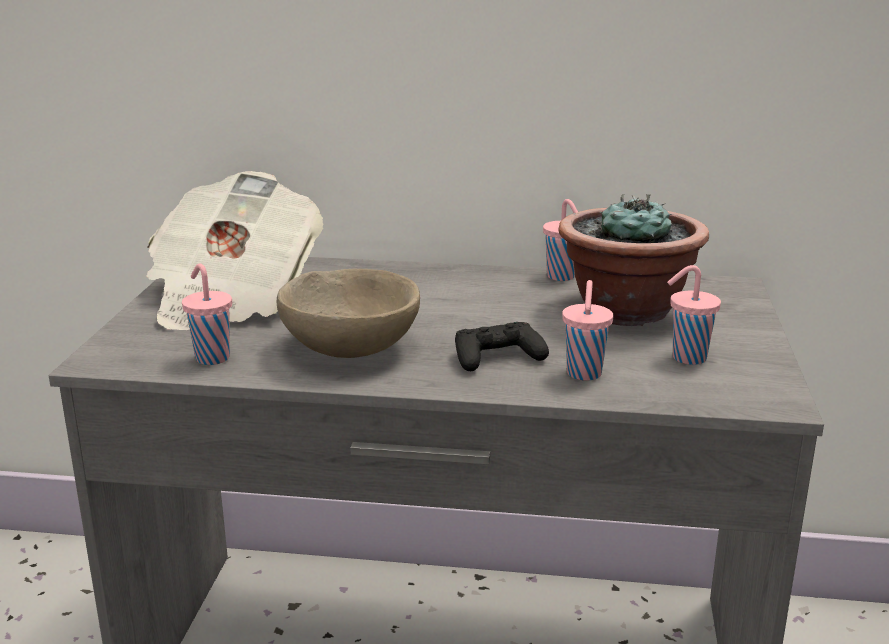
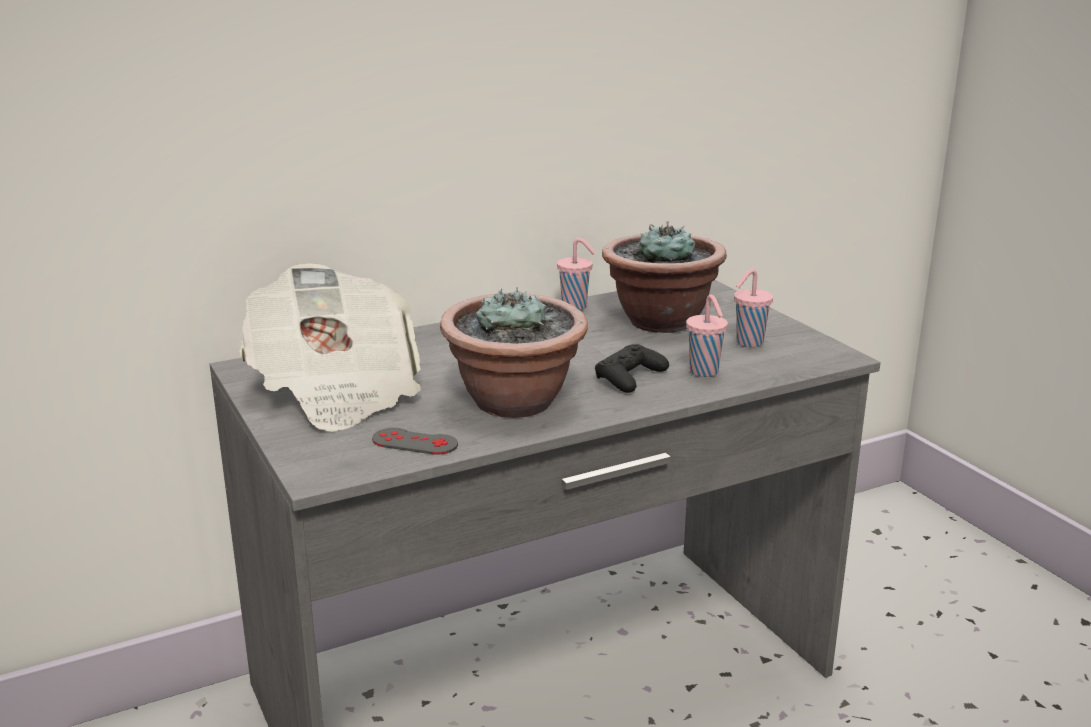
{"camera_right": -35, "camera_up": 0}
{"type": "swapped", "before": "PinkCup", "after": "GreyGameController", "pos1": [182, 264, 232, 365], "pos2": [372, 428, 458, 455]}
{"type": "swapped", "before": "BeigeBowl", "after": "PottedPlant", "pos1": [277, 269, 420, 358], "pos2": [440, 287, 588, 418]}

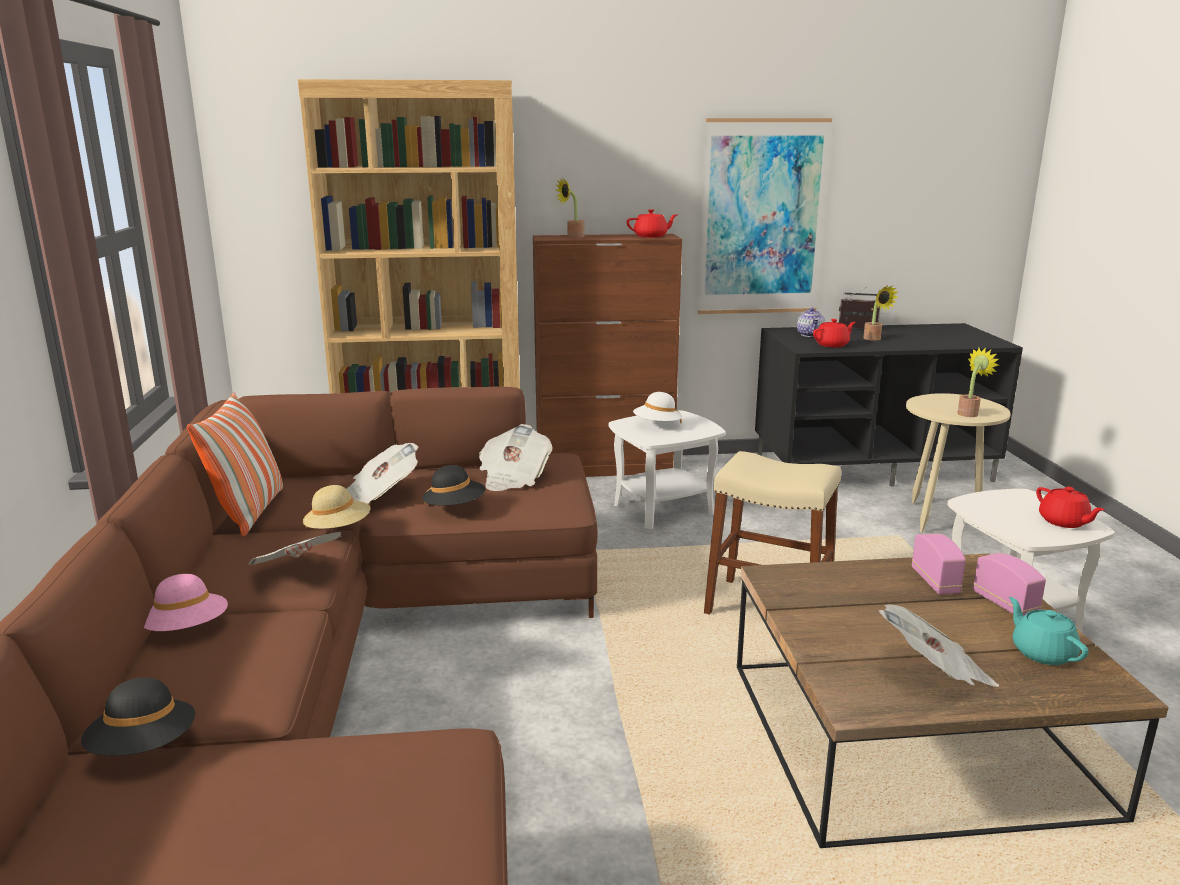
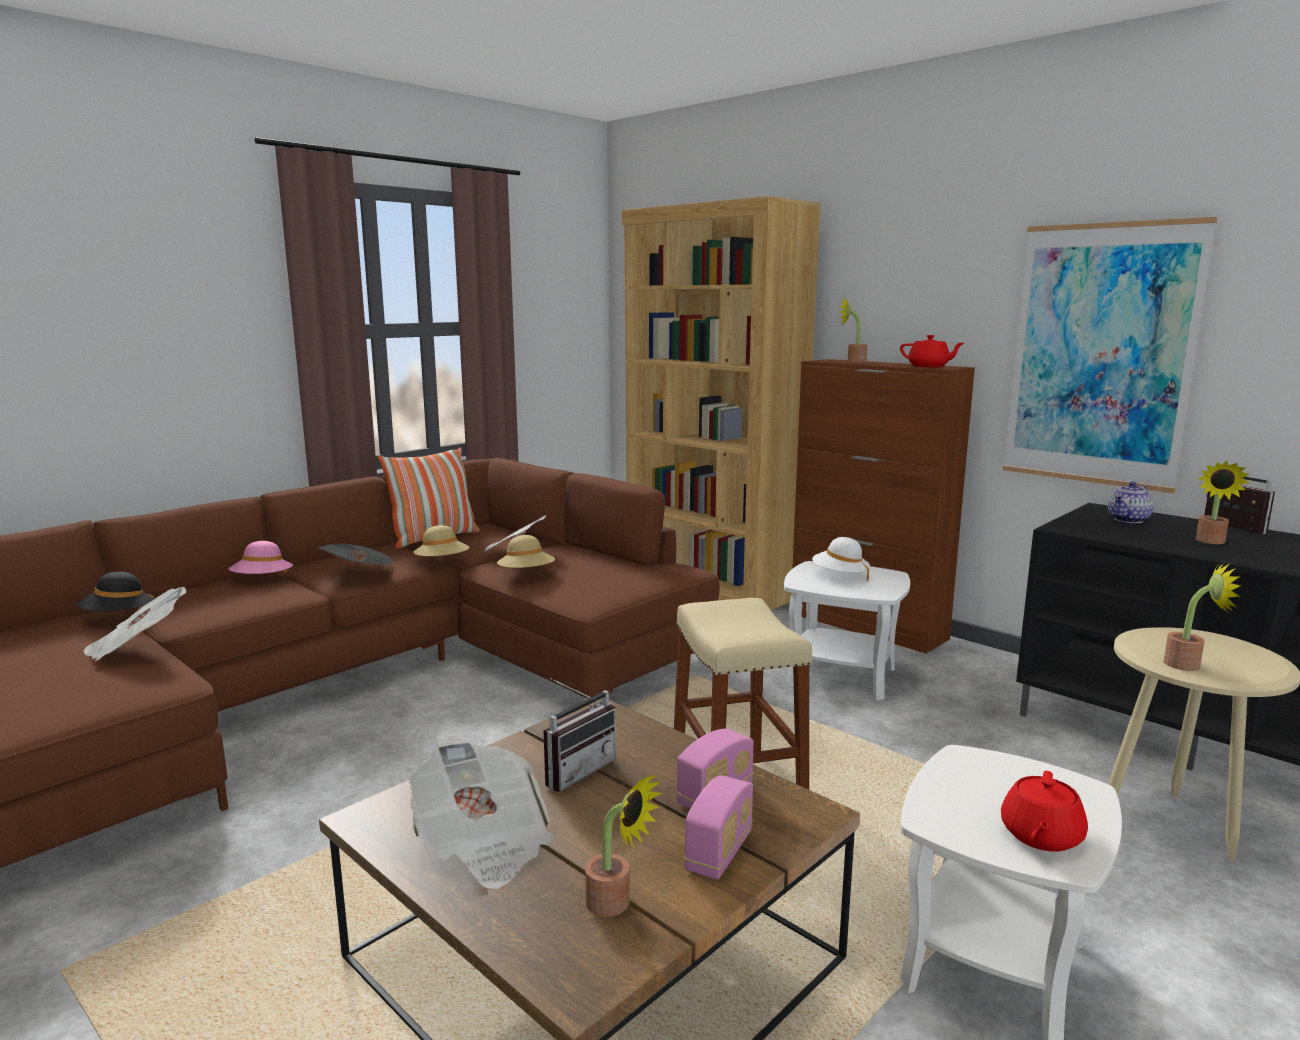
{"camera_right": 50, "camera_up": -5}
{"type": "shifted", "before": "Newspaper", "pos1": [478, 424, 552, 491], "pos2": [83, 587, 186, 661]}
{"type": "repainted", "before": "BlackHat", "after": "BeigeHat", "pos1": [422, 465, 485, 506], "pos2": [497, 535, 555, 568]}
{"type": "new", "after": "Radio", "pos2": [544, 678, 616, 792]}
{"type": "swapped", "before": "TurquoiseTeapot", "after": "PottedPlant", "pos1": [1009, 597, 1088, 665], "pos2": [585, 775, 662, 917]}
{"type": "gone", "before": "RedTeapot", "pos1": [813, 319, 855, 347]}

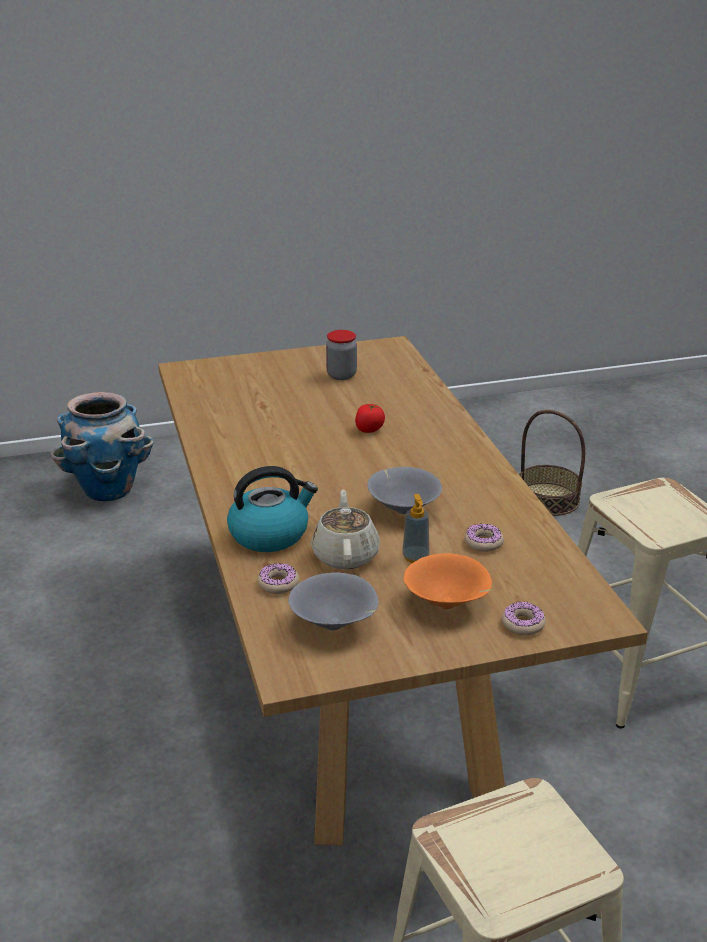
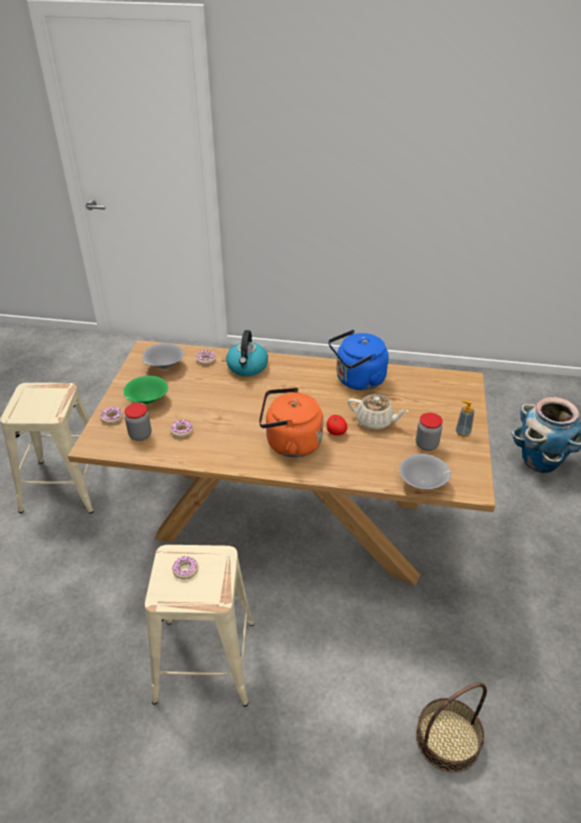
{"camera_right": 115, "camera_up": 10}
{"type": "repainted", "before": "OrangeBowl", "after": "GreenBowl", "pos1": [404, 553, 492, 609], "pos2": [124, 376, 168, 404]}
{"type": "new", "after": "Jar", "pos2": [124, 403, 152, 441]}
{"type": "new", "after": "Donut", "pos2": [172, 556, 199, 580]}
{"type": "new", "after": "OrangeKettle", "pos2": [259, 387, 323, 457]}
{"type": "new", "after": "BlueKettle", "pos2": [328, 330, 388, 390]}
{"type": "shifted", "before": "BeigeTeapot", "pos1": [311, 490, 380, 569], "pos2": [348, 394, 408, 430]}
{"type": "shifted", "before": "GreyBowl", "pos1": [367, 467, 442, 514], "pos2": [399, 454, 451, 489]}
{"type": "shifted", "before": "SoapDispenser", "pos1": [402, 494, 429, 563], "pos2": [456, 400, 475, 437]}

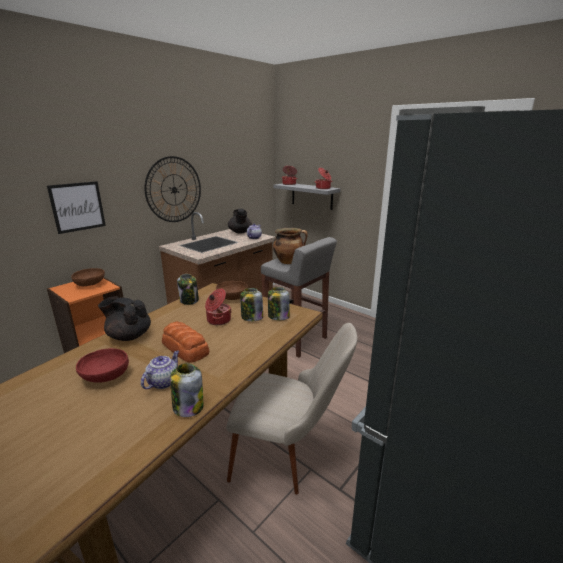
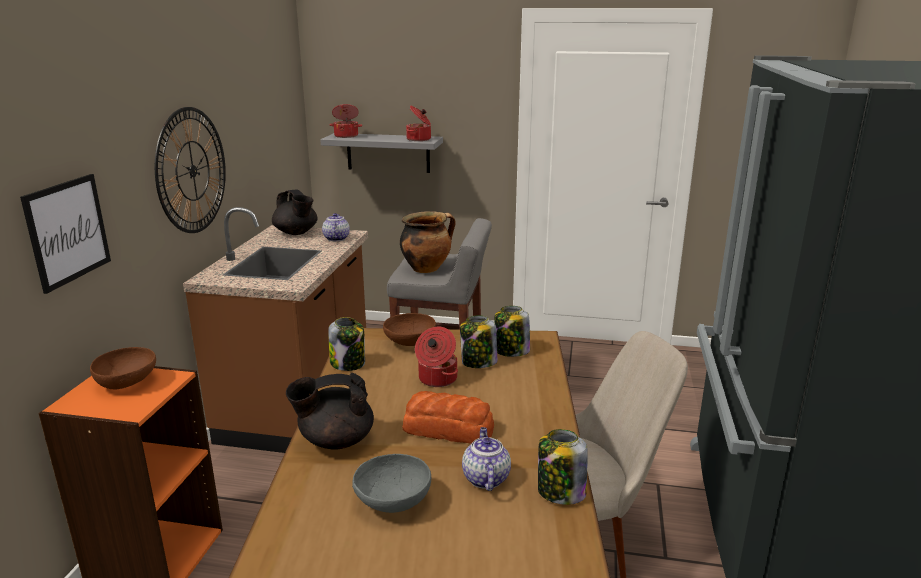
{"camera_right": -30, "camera_up": 0}
{"type": "repainted", "before": "RedBowl", "after": "GreyBowl", "pos1": [76, 348, 129, 383], "pos2": [352, 454, 431, 513]}

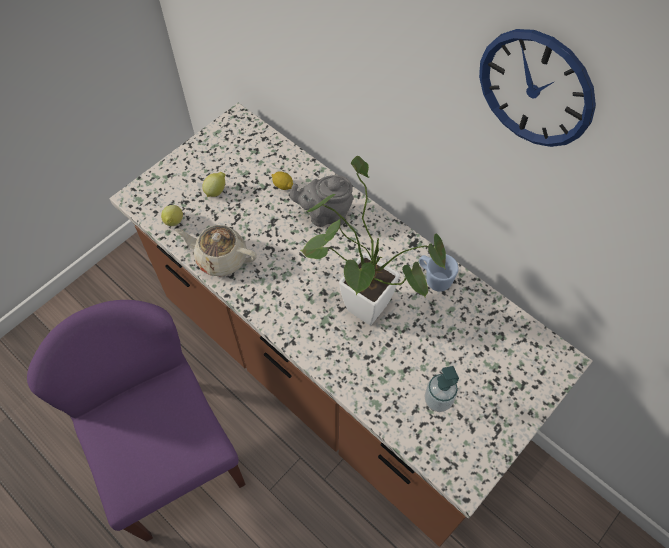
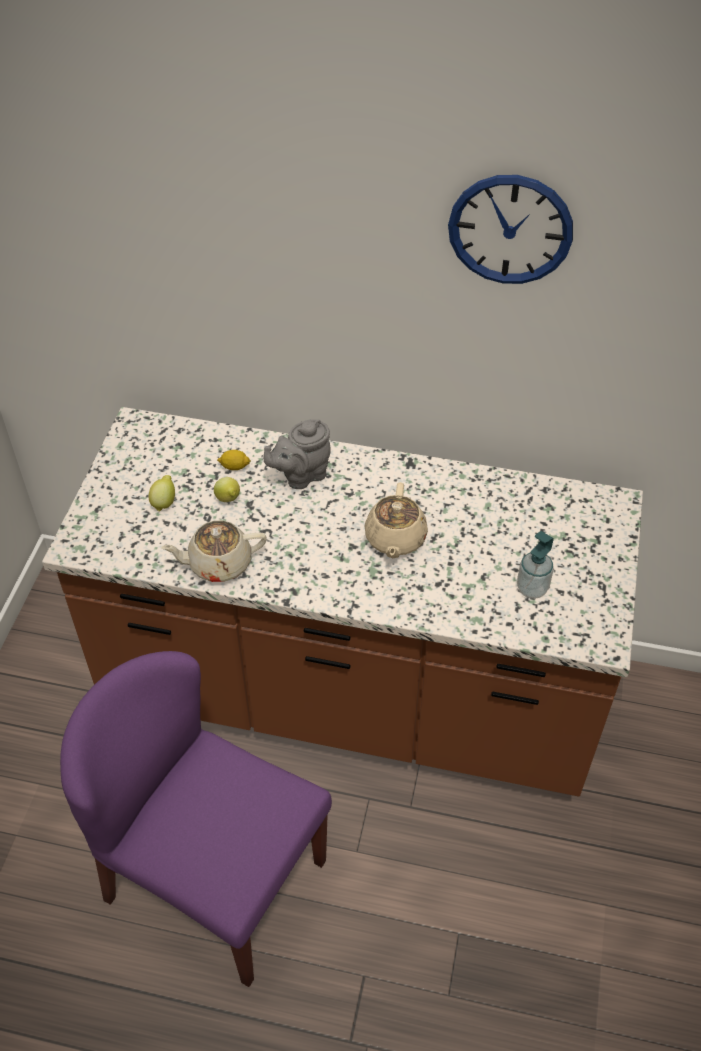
{"camera_right": -30, "camera_up": -10}
{"type": "shifted", "before": "Lemon", "pos1": [161, 205, 183, 226], "pos2": [214, 477, 240, 502]}
{"type": "swapped", "before": "PottedPlant", "after": "BeigeTeapot", "pos1": [300, 156, 446, 325], "pos2": [365, 482, 428, 558]}
{"type": "gone", "before": "BlueMug", "pos1": [419, 254, 459, 292]}

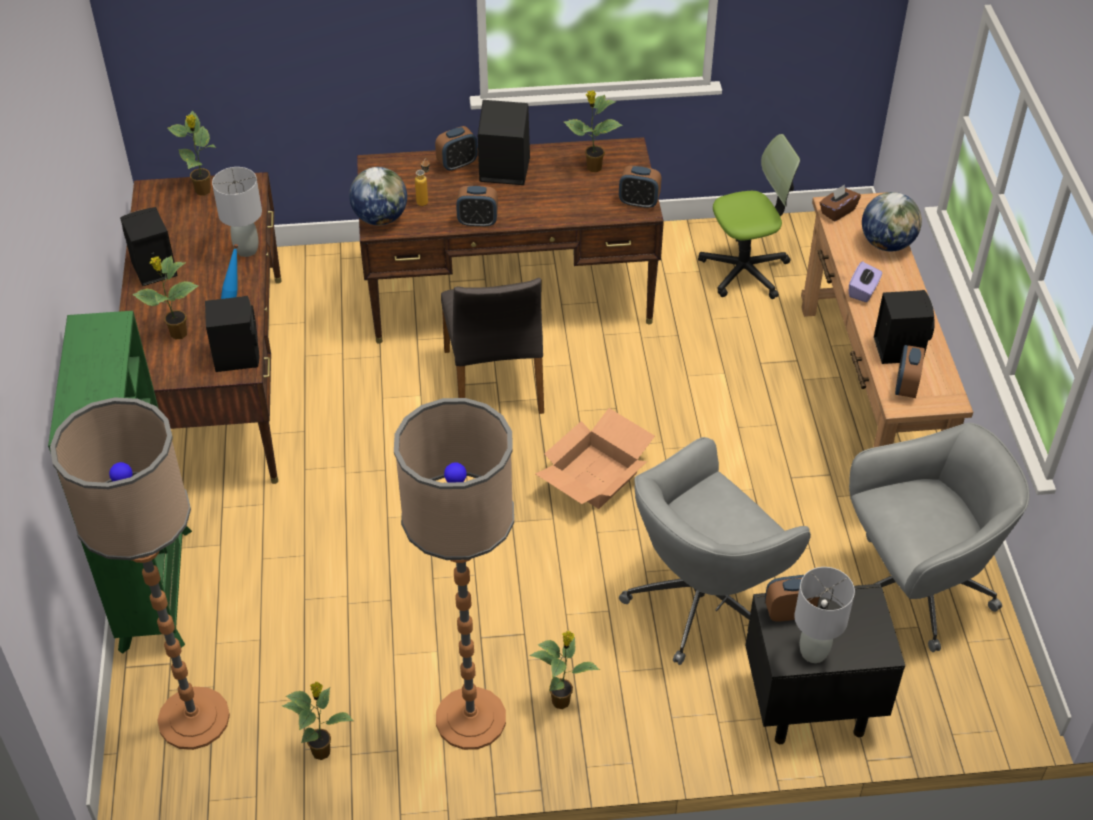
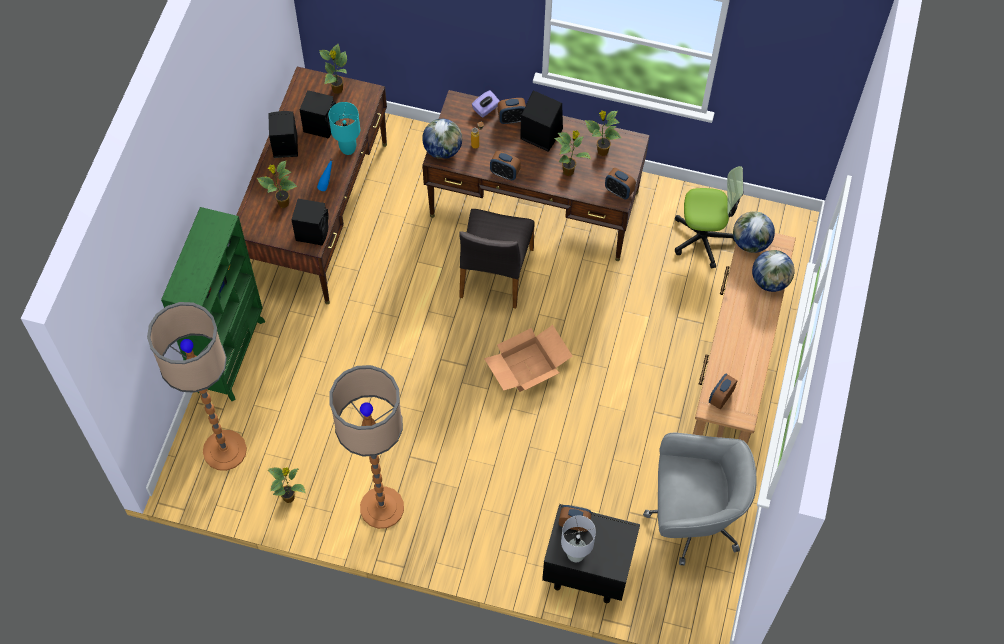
{"camera_right": 20, "camera_up": 15}
{"type": "shifted", "before": "BlackSpeaker", "pos1": [874, 290, 935, 364], "pos2": [299, 90, 336, 139]}
{"type": "repainted", "before": "GreyTableLamp", "after": "TurquoiseTableLamp", "pos1": [212, 167, 262, 257], "pos2": [329, 102, 360, 155]}
{"type": "shifted", "before": "PurpleTissueBox", "pos1": [849, 261, 883, 302], "pos2": [472, 90, 500, 118]}
{"type": "shifted", "before": "PottedPlant", "pos1": [529, 631, 600, 709], "pos2": [554, 130, 591, 176]}
{"type": "swapped", "before": "BrownTissueBox", "after": "Globe", "pos1": [820, 185, 861, 221], "pos2": [733, 211, 775, 253]}
{"type": "gone", "before": "GreyOfficeChair", "pos1": [619, 437, 811, 665]}

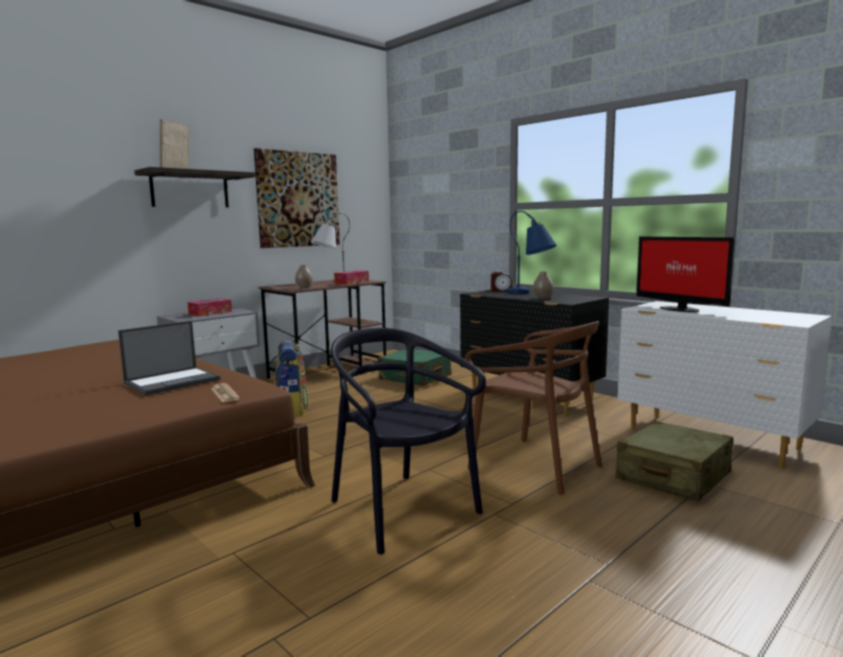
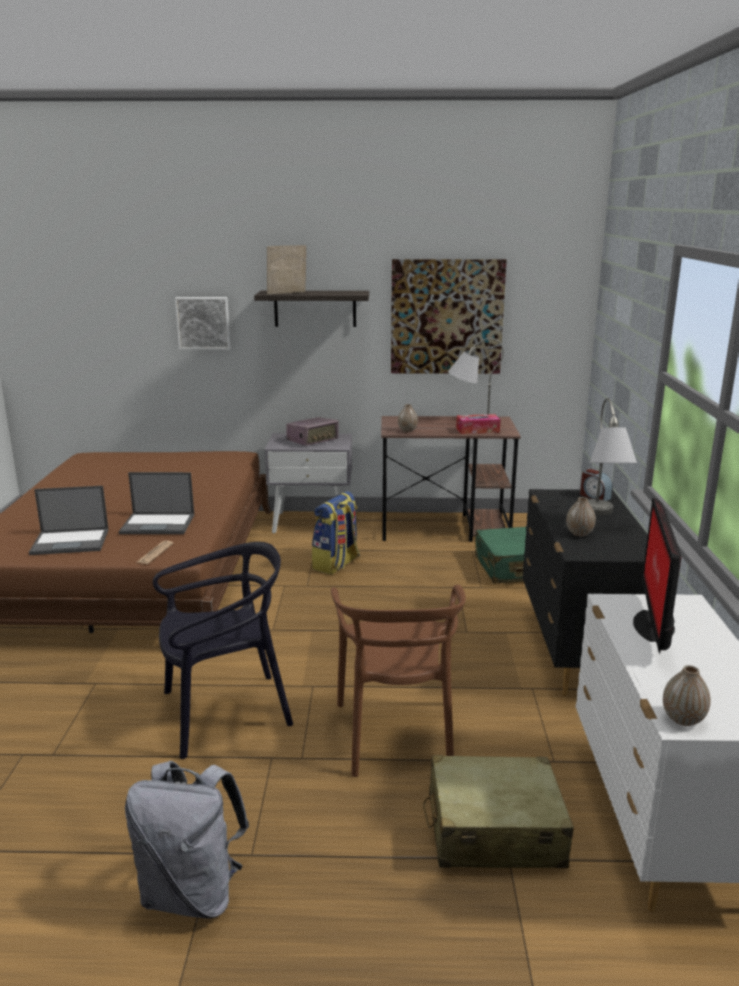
{"camera_right": 45, "camera_up": 10}
{"type": "new", "after": "Laptop", "pos2": [29, 486, 109, 555]}
{"type": "new", "after": "GreyBackpack", "pos2": [125, 761, 249, 919]}
{"type": "rotated", "before": "BlackChair", "pos1": [331, 328, 486, 555], "pos2": [153, 542, 293, 759], "turn": 60}
{"type": "new", "after": "Picture", "pos2": [175, 297, 231, 350]}
{"type": "swapped", "before": "TissueBox", "after": "Radio", "pos1": [188, 298, 232, 317], "pos2": [286, 417, 339, 446]}
{"type": "repainted", "before": "BlueTableLamp", "after": "GreyTableLamp", "pos1": [507, 211, 557, 294], "pos2": [588, 398, 637, 515]}
{"type": "new", "after": "Vase", "pos2": [663, 665, 711, 726]}

